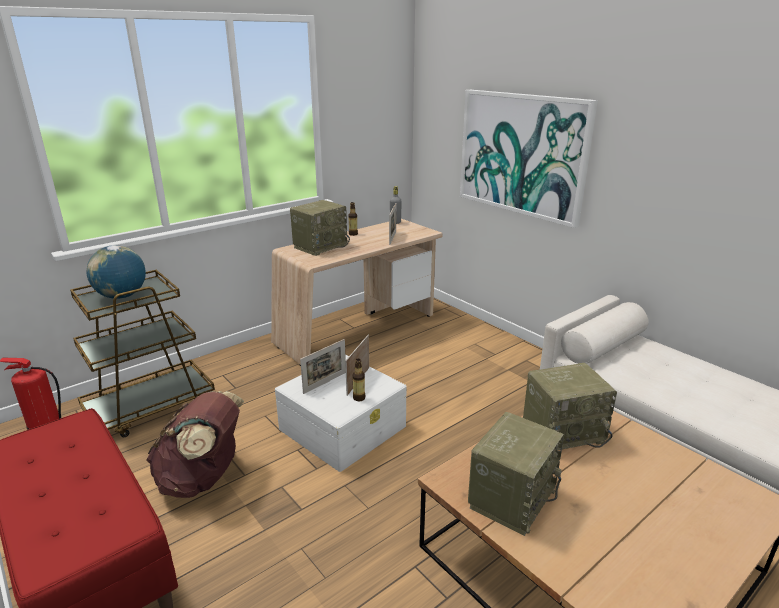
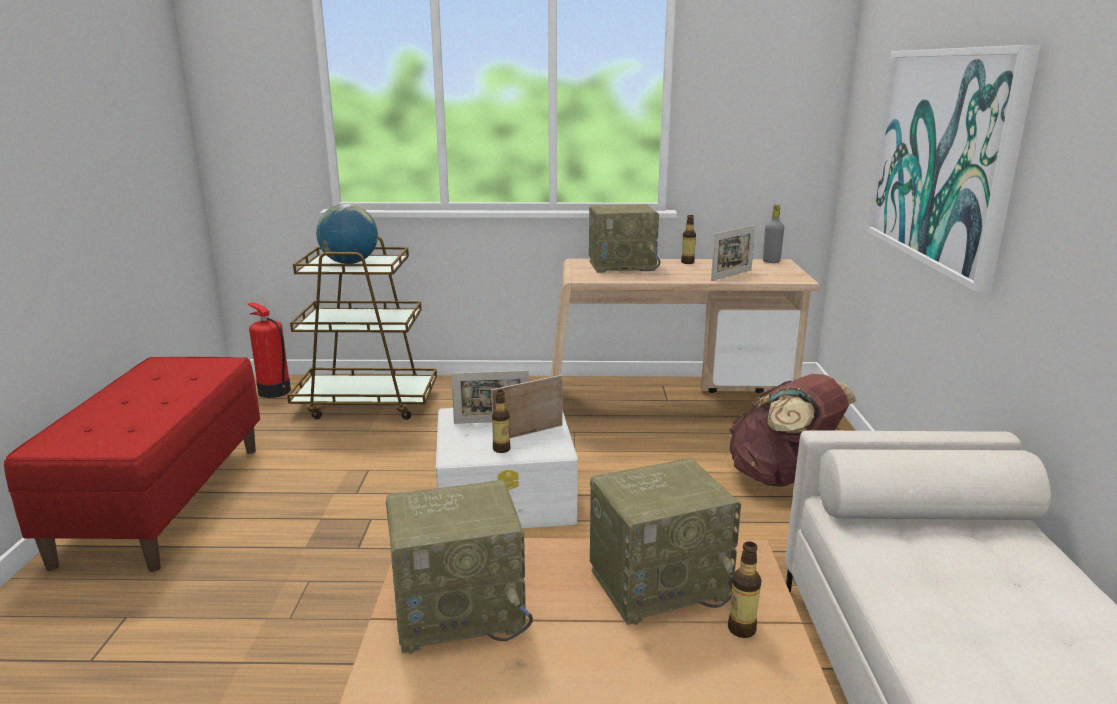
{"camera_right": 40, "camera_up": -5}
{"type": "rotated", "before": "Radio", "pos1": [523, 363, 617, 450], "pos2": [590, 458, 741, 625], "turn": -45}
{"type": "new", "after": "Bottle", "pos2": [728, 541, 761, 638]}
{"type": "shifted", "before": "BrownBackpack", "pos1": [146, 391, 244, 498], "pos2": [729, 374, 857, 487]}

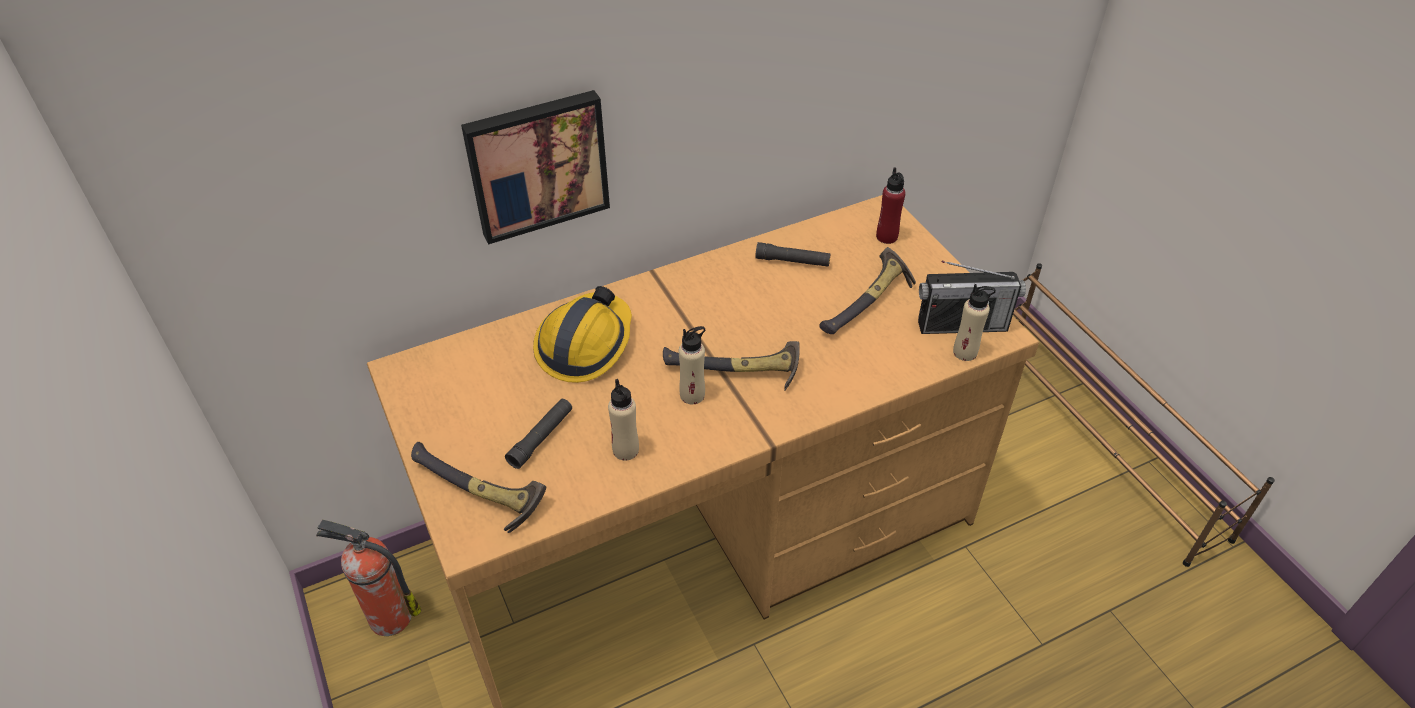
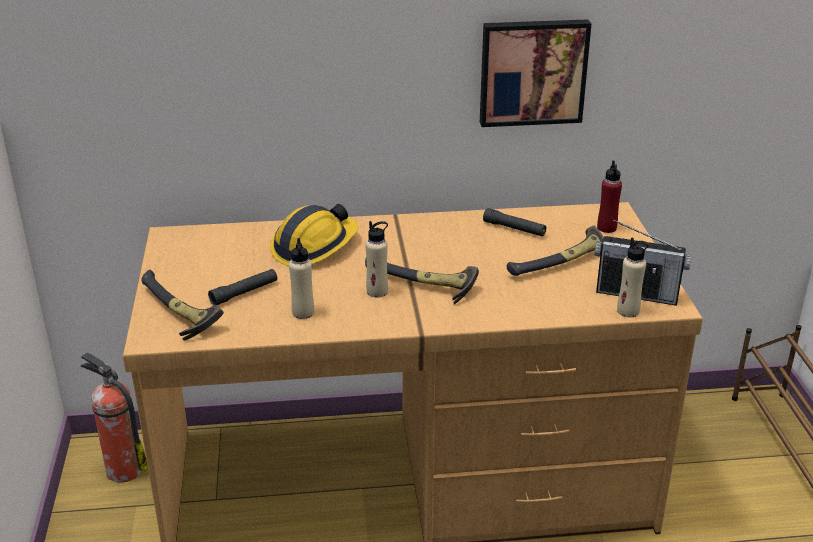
{"camera_right": 20, "camera_up": -15}
{"type": "shifted", "before": "Picture", "pos1": [461, 90, 610, 244], "pos2": [480, 19, 591, 127]}

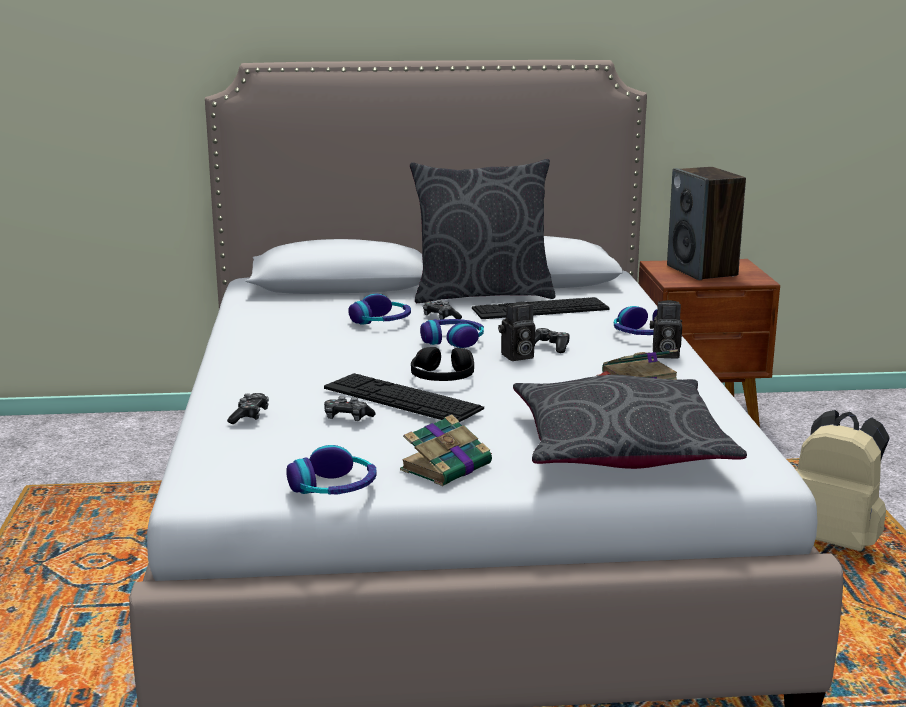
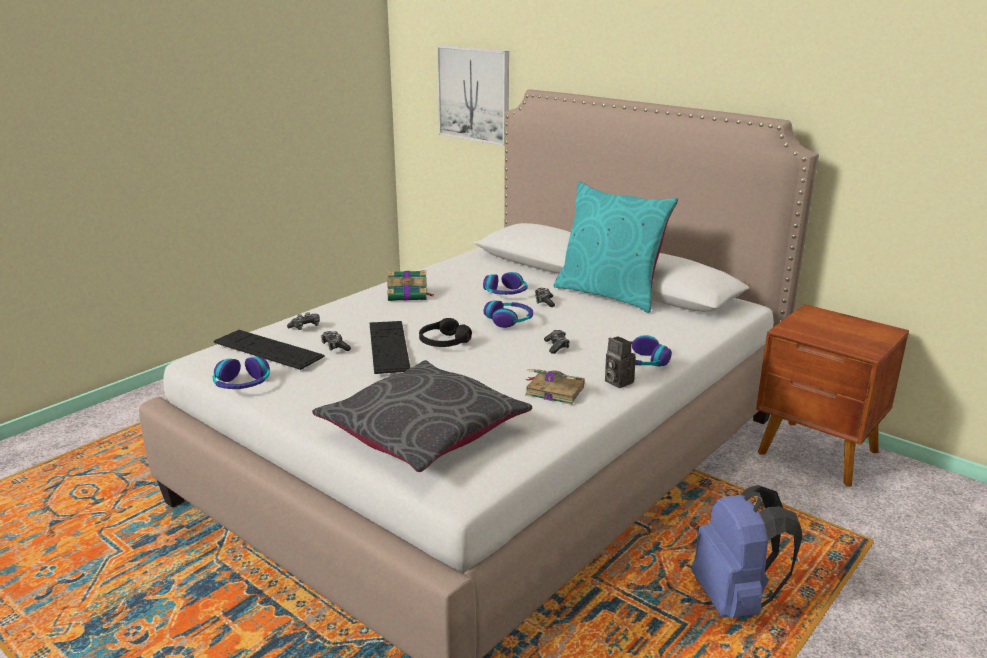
{"camera_right": 45, "camera_up": 5}
{"type": "shifted", "before": "Keyboard", "pos1": [472, 297, 610, 319], "pos2": [214, 330, 325, 370]}
{"type": "shifted", "before": "Book", "pos1": [400, 415, 492, 486], "pos2": [387, 270, 434, 301]}
{"type": "new", "after": "Picture", "pos2": [437, 45, 509, 146]}
{"type": "repainted", "before": "GreyPillow", "after": "TurquoisePillow", "pos1": [410, 159, 555, 303], "pos2": [554, 181, 678, 313]}
{"type": "repainted", "before": "BeigeBackpack", "after": "BlueBackpack", "pos1": [797, 410, 890, 551], "pos2": [692, 485, 802, 618]}
{"type": "gone", "before": "PhotoCamera", "pos1": [498, 302, 535, 361]}
{"type": "gone", "before": "Speaker", "pos1": [667, 167, 746, 280]}

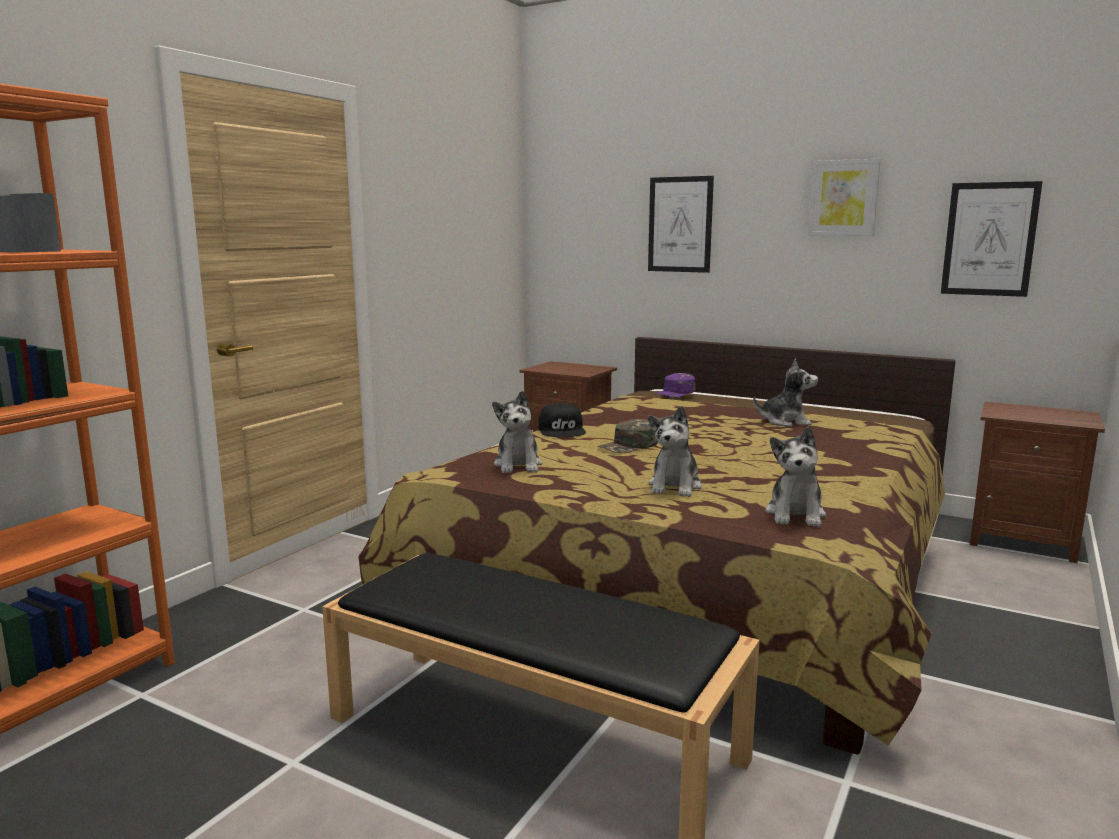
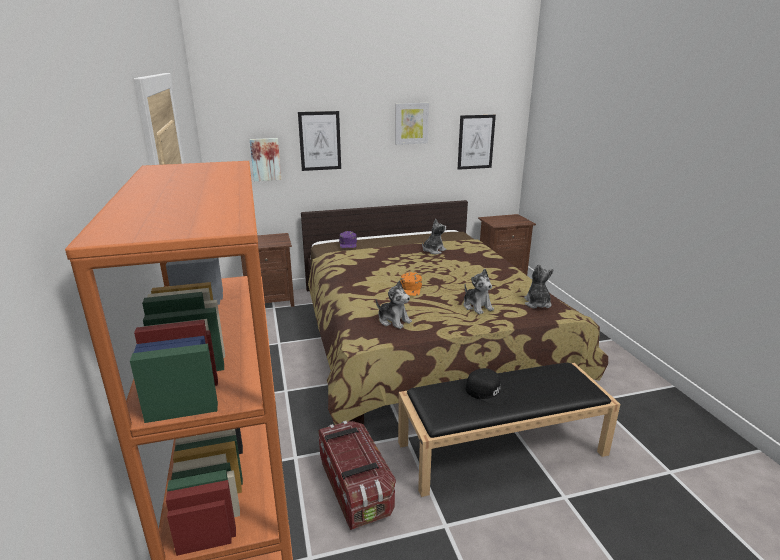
{"camera_right": -45, "camera_up": 10}
{"type": "new", "after": "Picture", "pos2": [250, 138, 281, 181]}
{"type": "new", "after": "StorageBox", "pos2": [318, 421, 396, 530]}
{"type": "repainted", "before": "GreenCap", "after": "OrangeCap", "pos1": [598, 419, 658, 453], "pos2": [400, 272, 422, 296]}
{"type": "shifted", "before": "BlackCap", "pos1": [538, 403, 586, 437], "pos2": [466, 368, 512, 404]}
{"type": "rotated", "before": "PlushToy", "pos1": [765, 426, 826, 527], "pos2": [524, 264, 554, 308], "turn": -150}

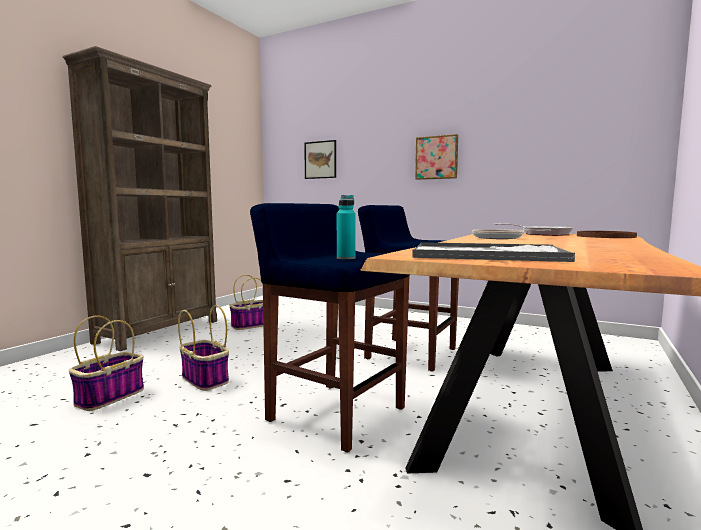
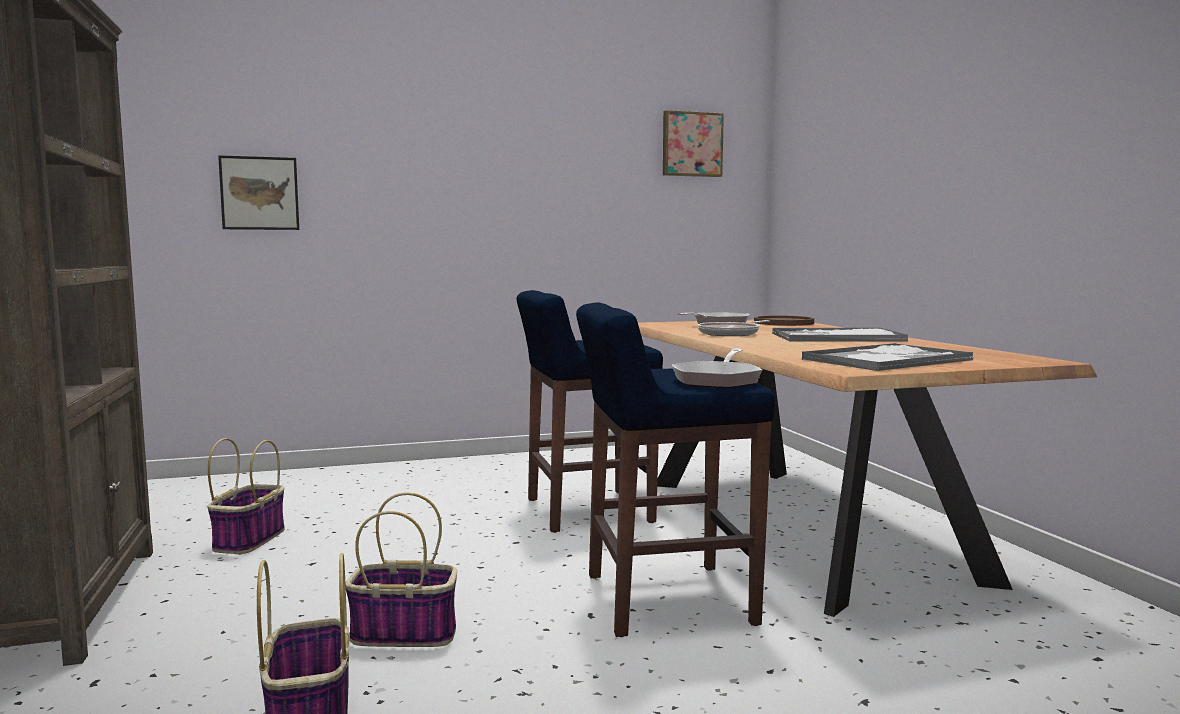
{"camera_right": -45, "camera_up": 0}
{"type": "shifted", "before": "Picture", "pos1": [415, 134, 458, 180], "pos2": [663, 110, 724, 177]}
{"type": "swapped", "before": "TurquoiseBottle", "after": "FryingPan", "pos1": [337, 195, 355, 260], "pos2": [672, 349, 762, 388]}
{"type": "new", "after": "Tray", "pos2": [772, 328, 908, 342]}

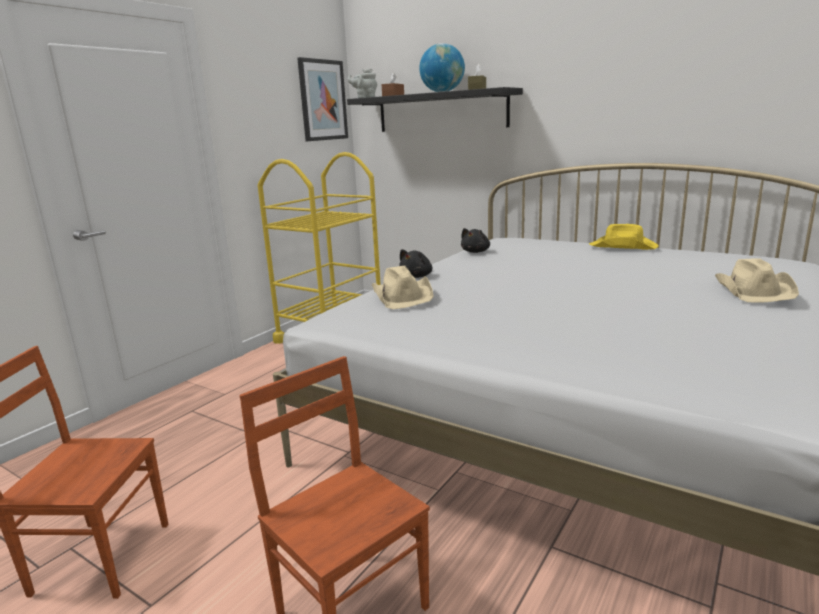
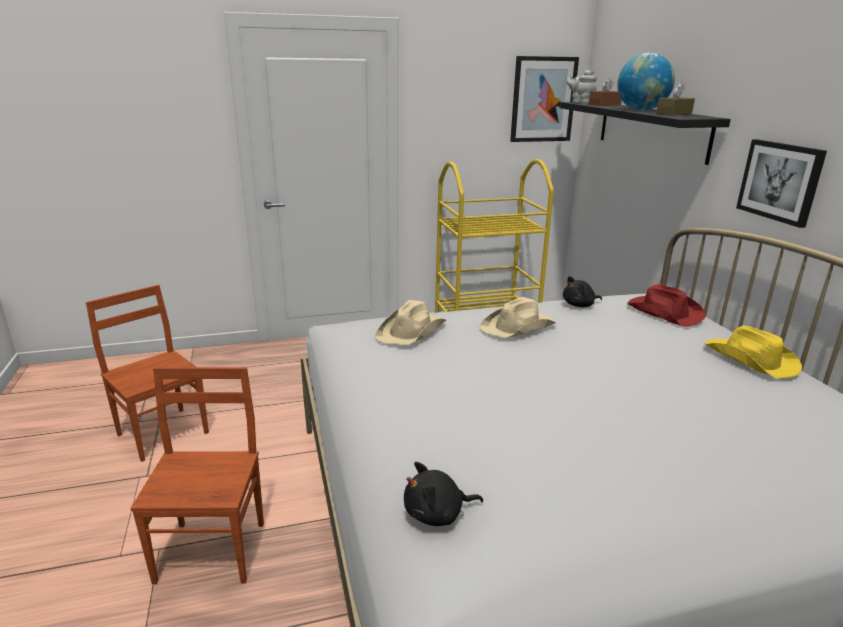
{"camera_right": 40, "camera_up": 5}
{"type": "shifted", "before": "BlackPlushToy", "pos1": [399, 249, 432, 278], "pos2": [404, 462, 483, 526]}
{"type": "shifted", "before": "BeigeHat", "pos1": [715, 258, 799, 303], "pos2": [480, 297, 556, 338]}
{"type": "new", "after": "RedHat", "pos2": [627, 284, 706, 327]}
{"type": "new", "after": "Picture", "pos2": [736, 139, 827, 228]}

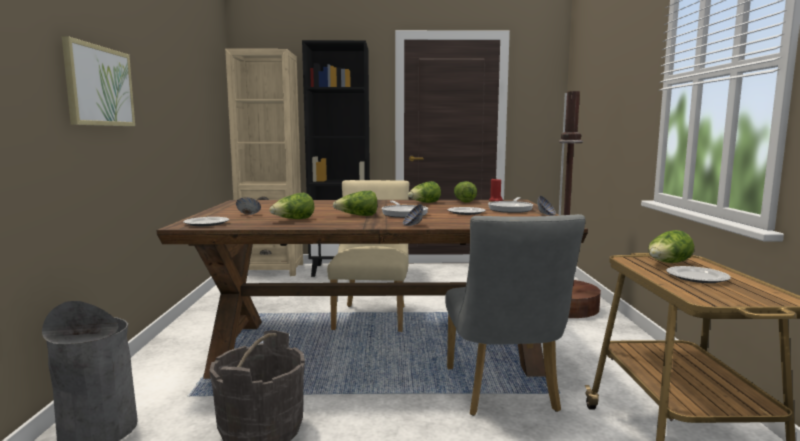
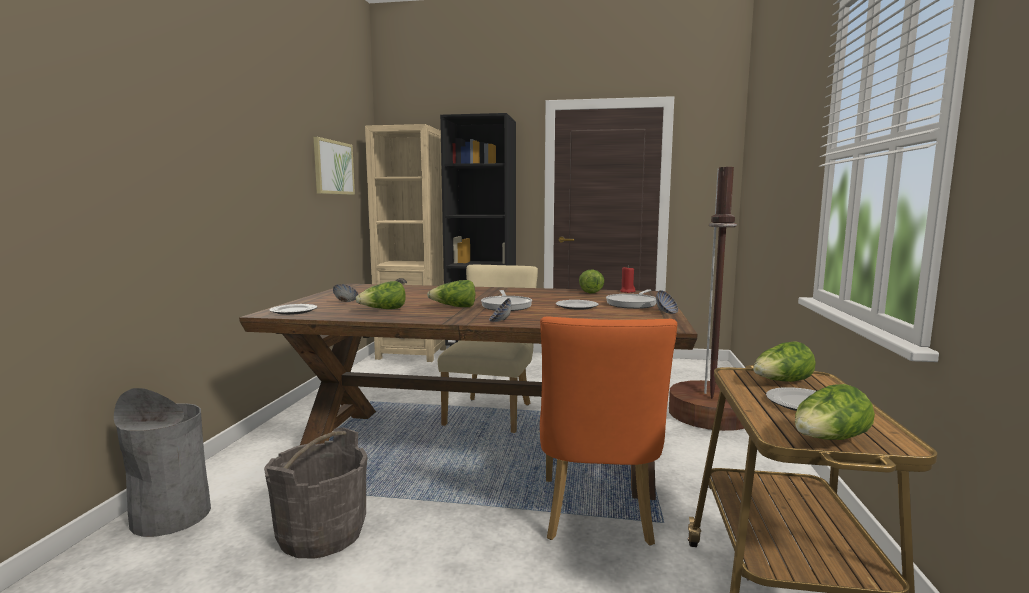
{"camera_right": 10, "camera_up": 0}
{"type": "shifted", "before": "Picture", "pos1": [62, 36, 135, 126], "pos2": [313, 137, 355, 195]}
{"type": "repainted", "before": "GreyChair", "after": "OrangeChair", "pos1": [445, 214, 585, 416], "pos2": [540, 316, 677, 546]}
{"type": "shifted", "before": "Lettuce", "pos1": [408, 181, 441, 203], "pos2": [795, 384, 875, 440]}

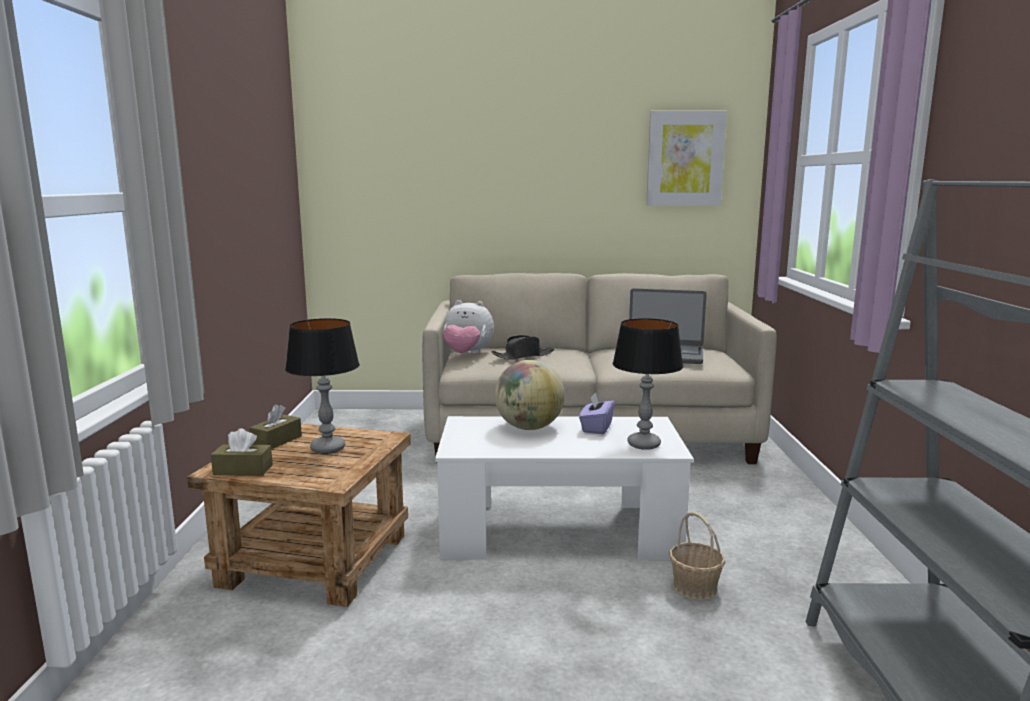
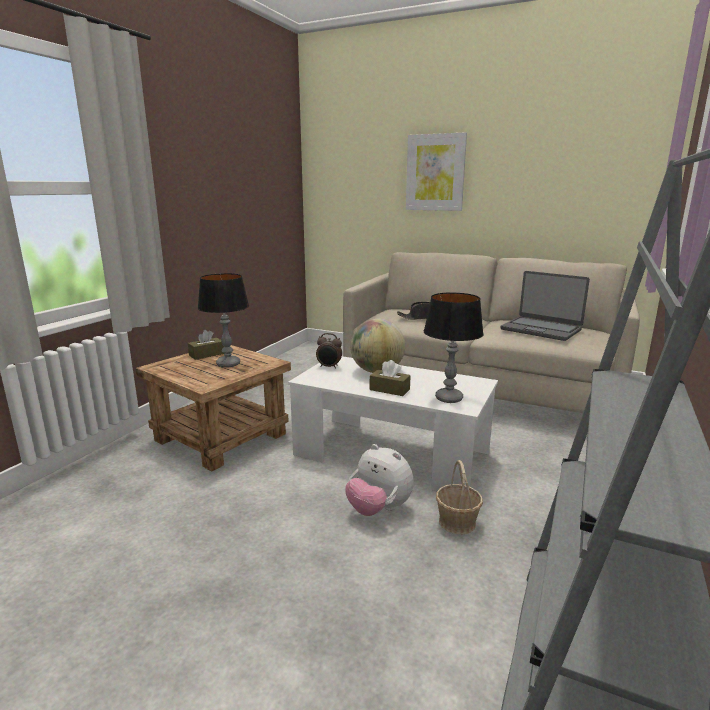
{"camera_right": 25, "camera_up": 5}
{"type": "new", "after": "AlarmClock", "pos2": [316, 333, 342, 369]}
{"type": "shifted", "before": "PlushToy", "pos1": [443, 300, 494, 354], "pos2": [345, 444, 414, 516]}
{"type": "shifted", "before": "BrownTissueBox", "pos1": [211, 428, 273, 476], "pos2": [370, 360, 411, 396]}
{"type": "shifted", "before": "Picture", "pos1": [646, 111, 727, 206], "pos2": [406, 132, 467, 211]}
{"type": "gone", "before": "PurpleTissueBox", "pos1": [579, 392, 615, 434]}

